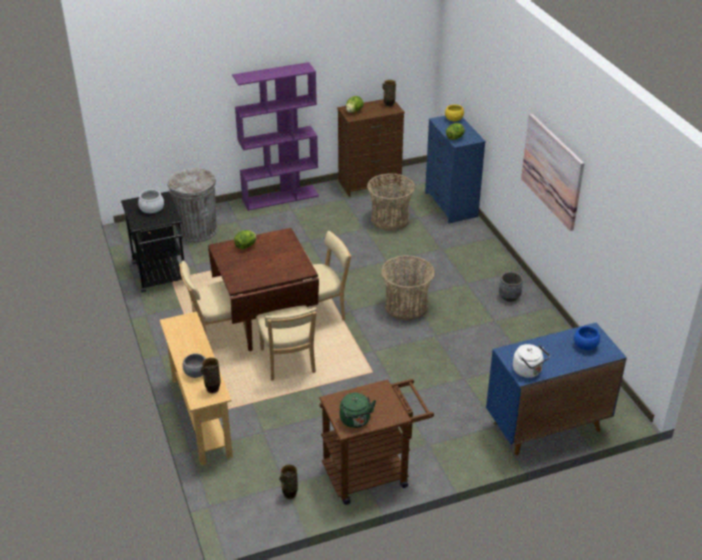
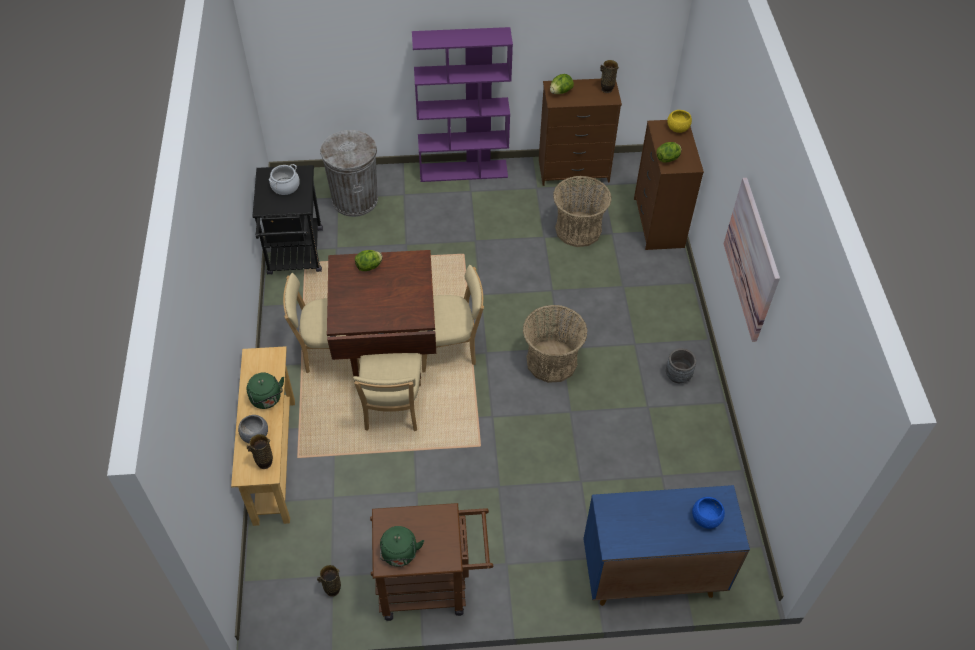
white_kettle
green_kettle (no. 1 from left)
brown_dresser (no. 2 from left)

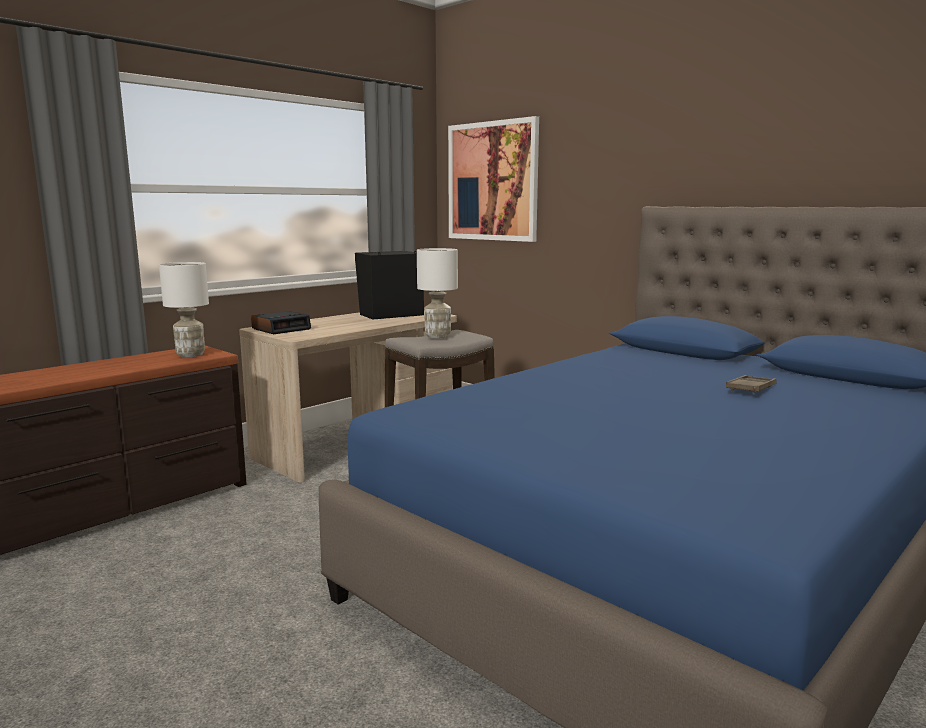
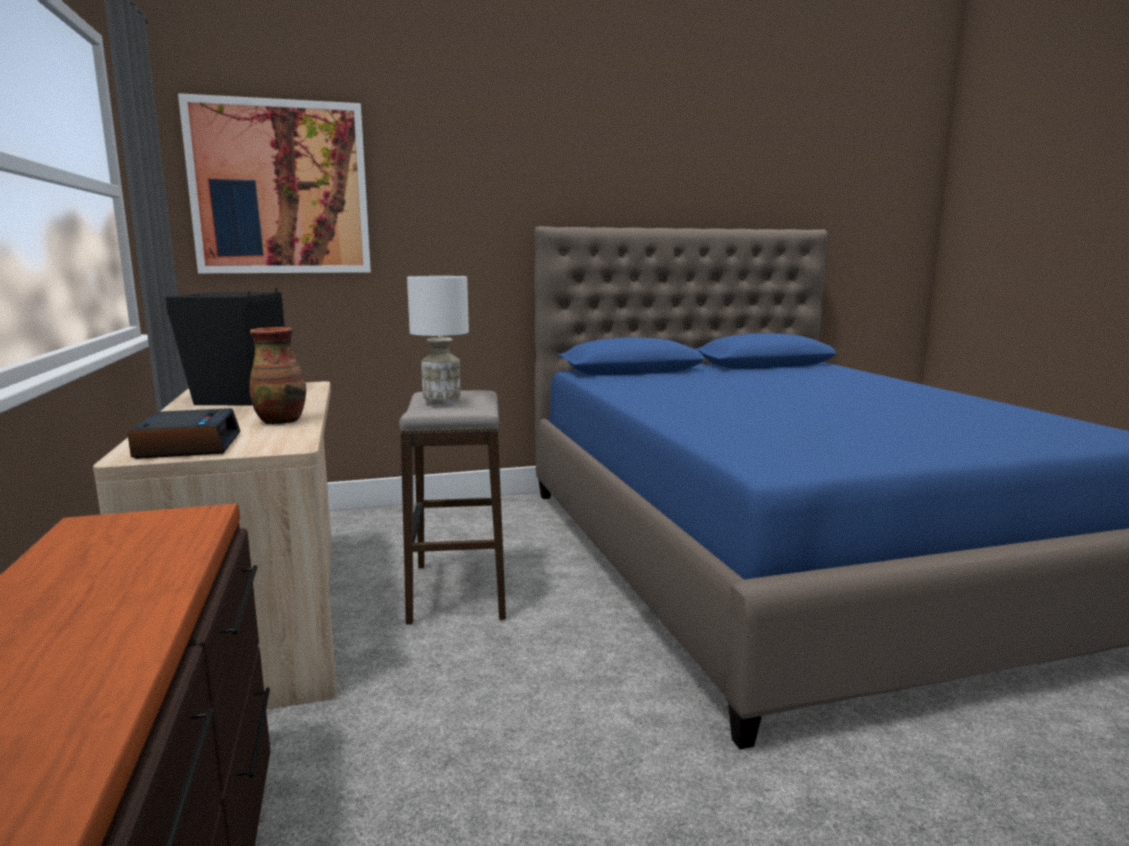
white_table_lamp (no. 1 from left in the first image)
brown_tray
vase

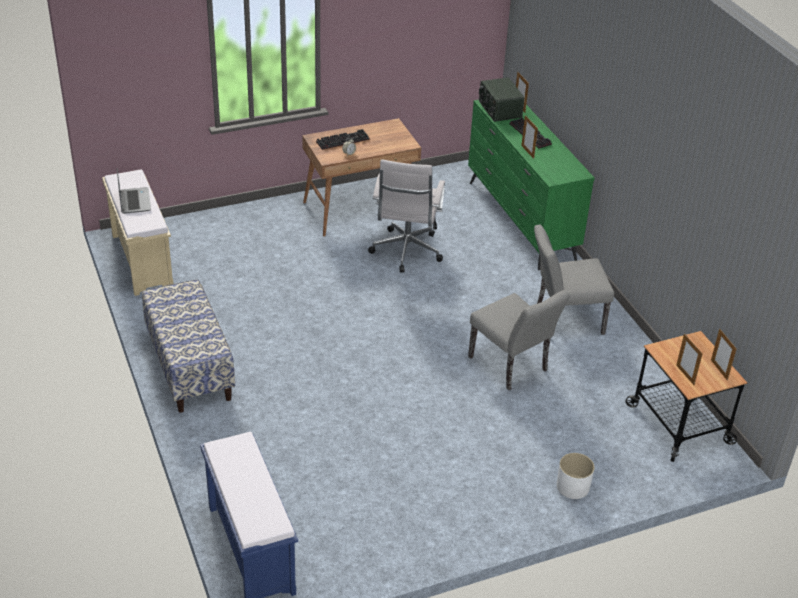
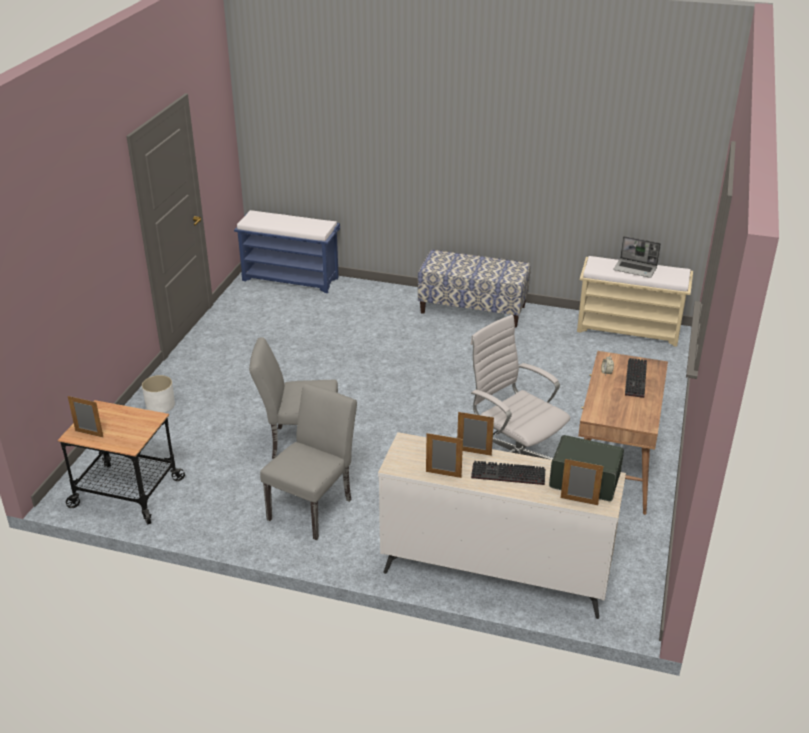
picture_frame (no. 2 from left)
beige_dresser

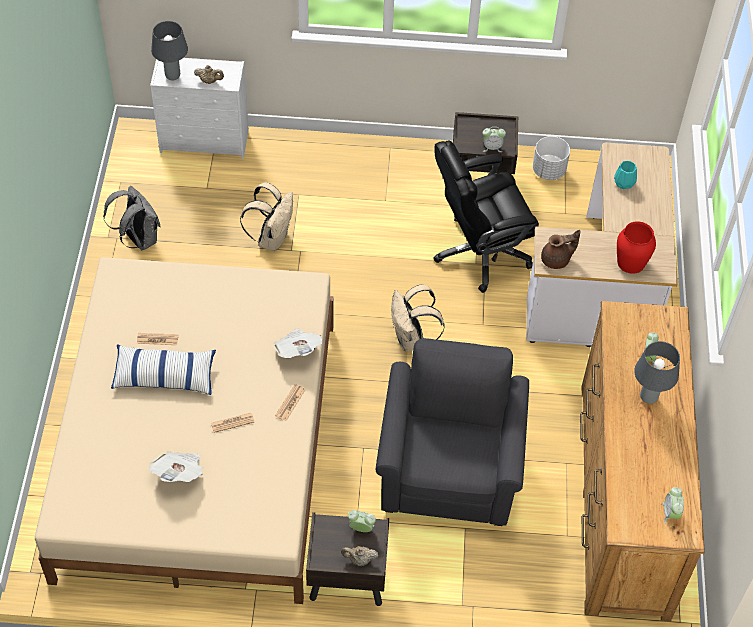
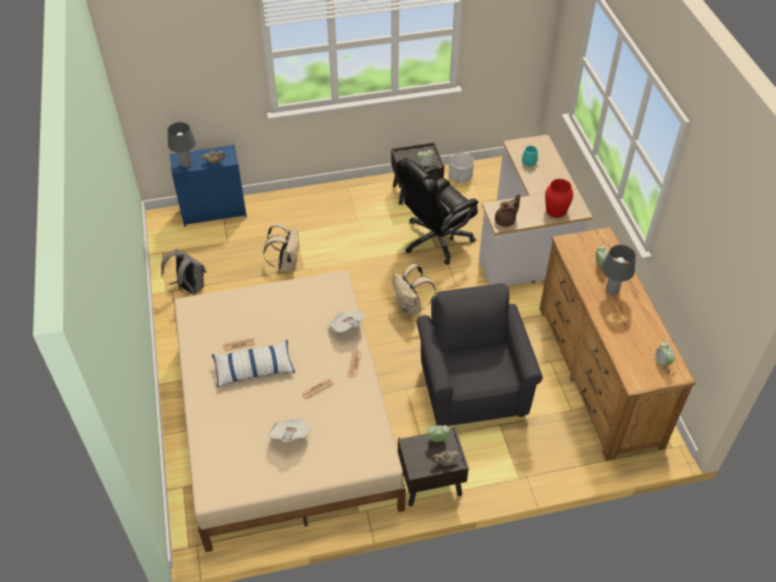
blue_dresser

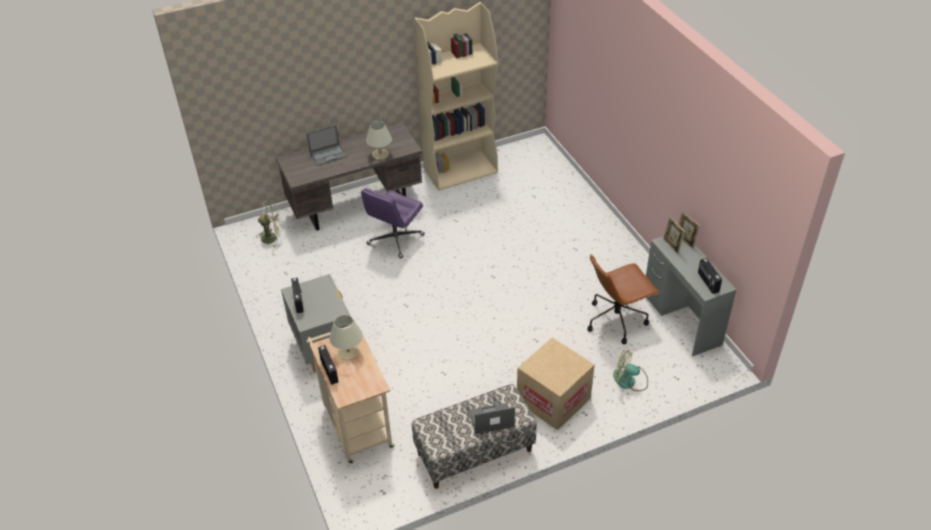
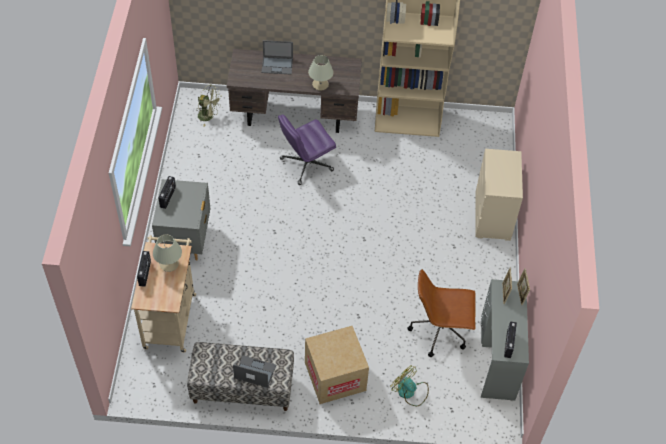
beige_dresser

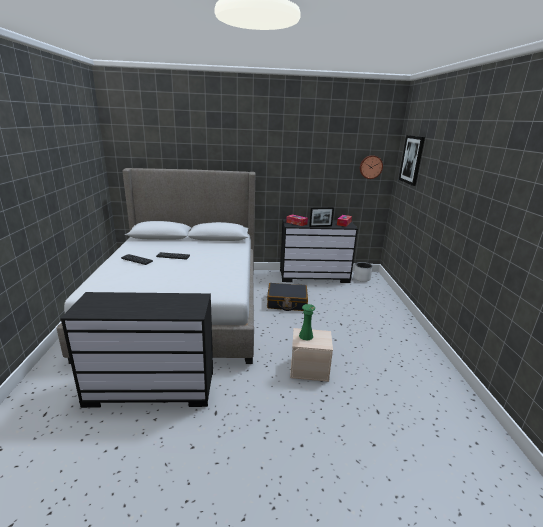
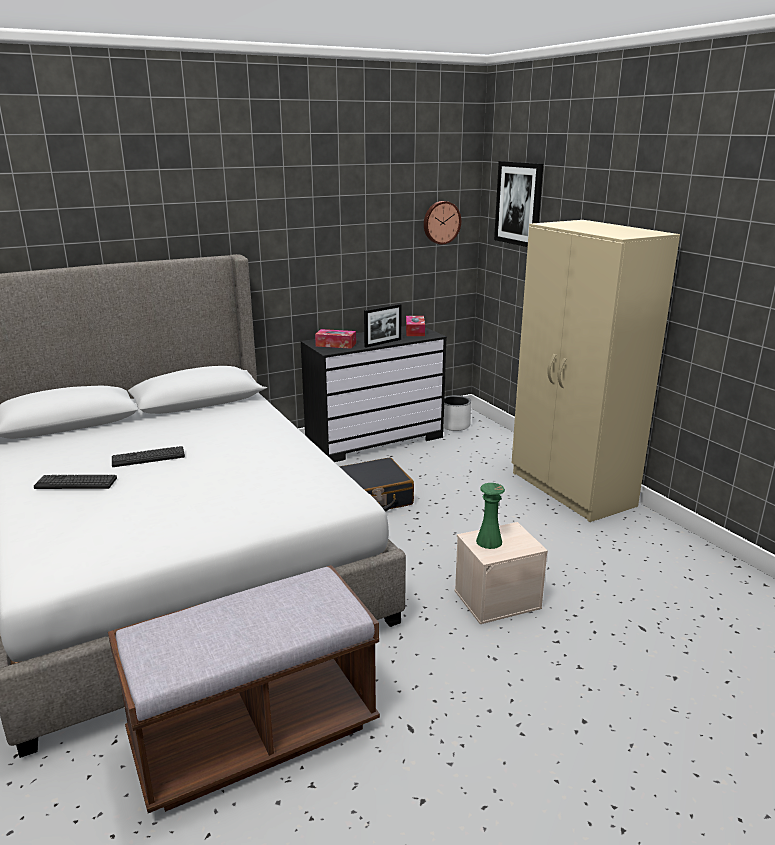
beige_wardrobe
brown_bench

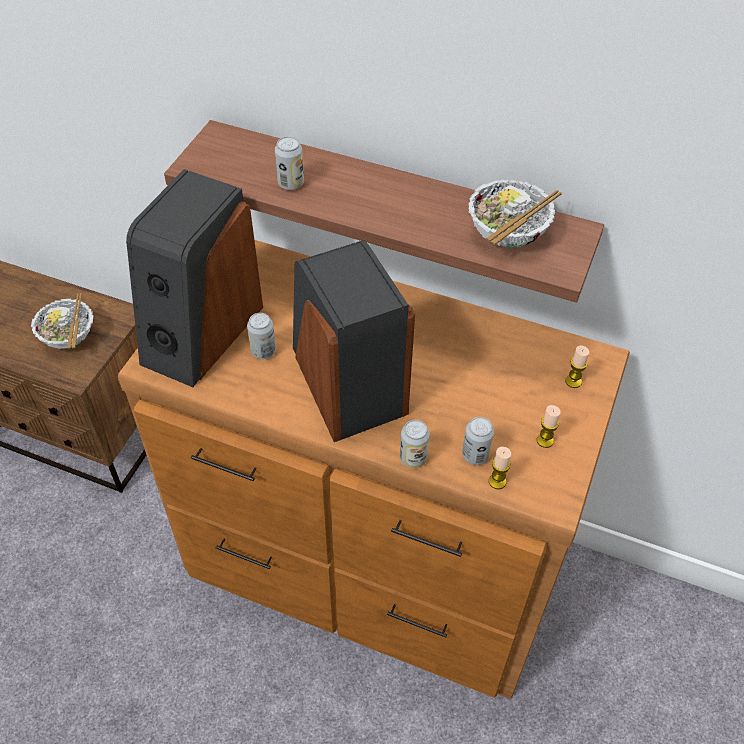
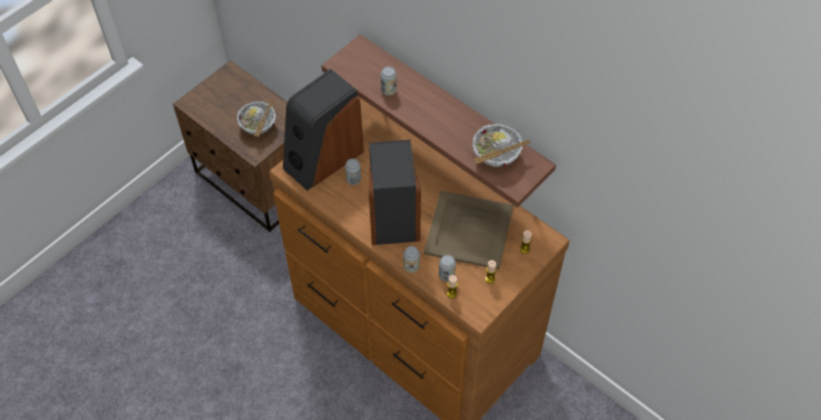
beige_tray

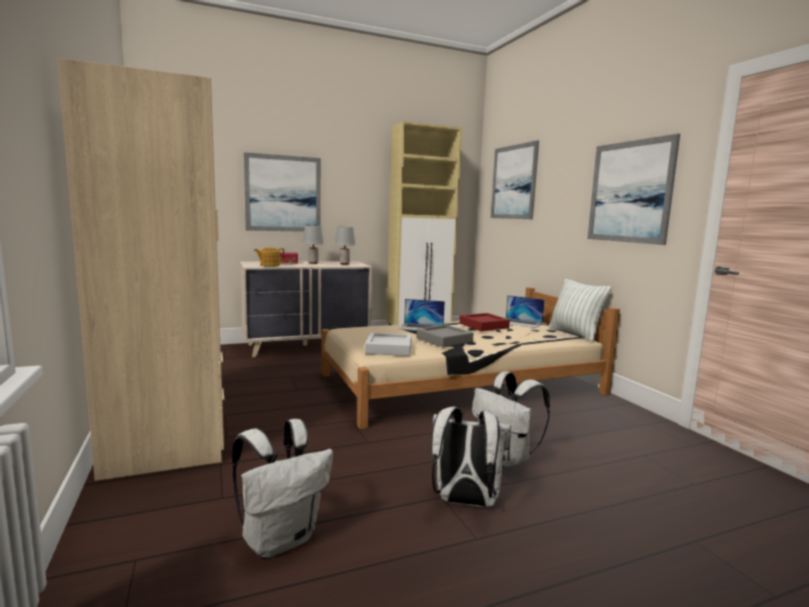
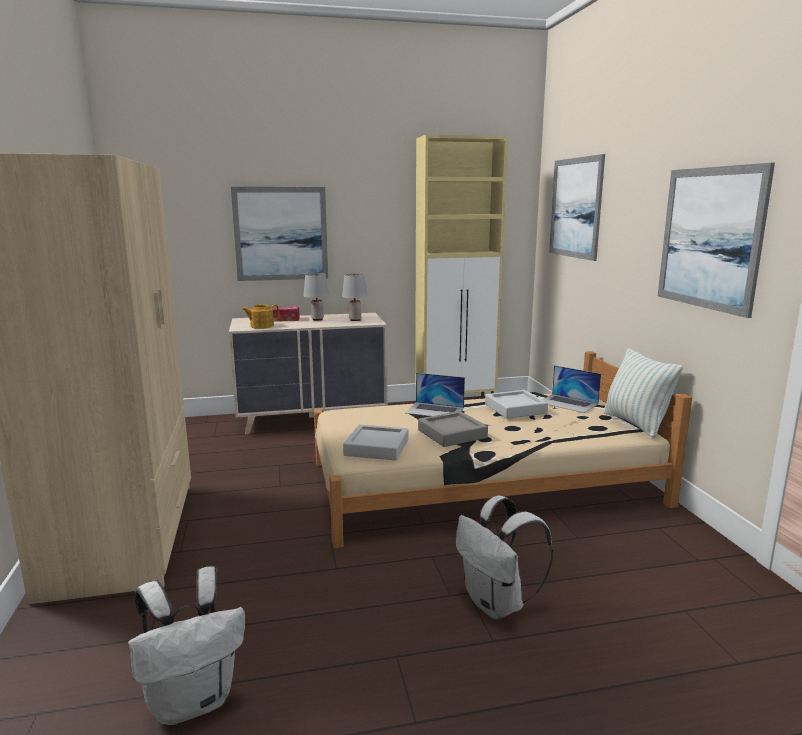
white_backpack (no. 2 from left in the first image)
grey_tray (no. 3 from left)

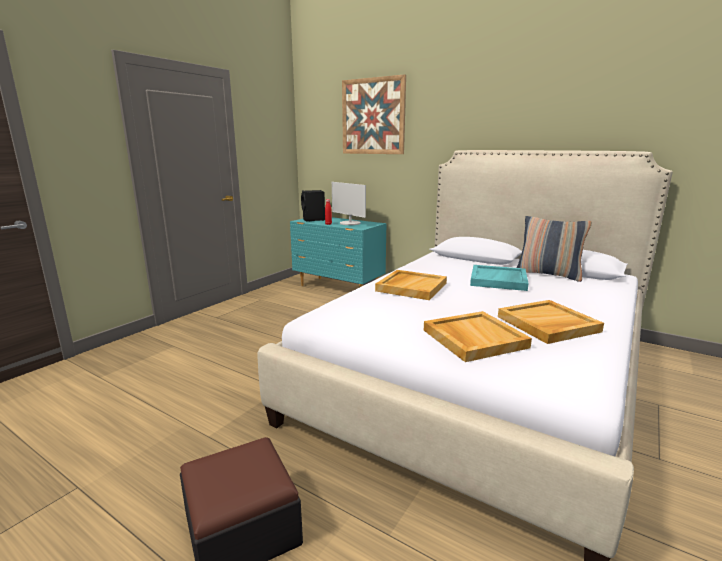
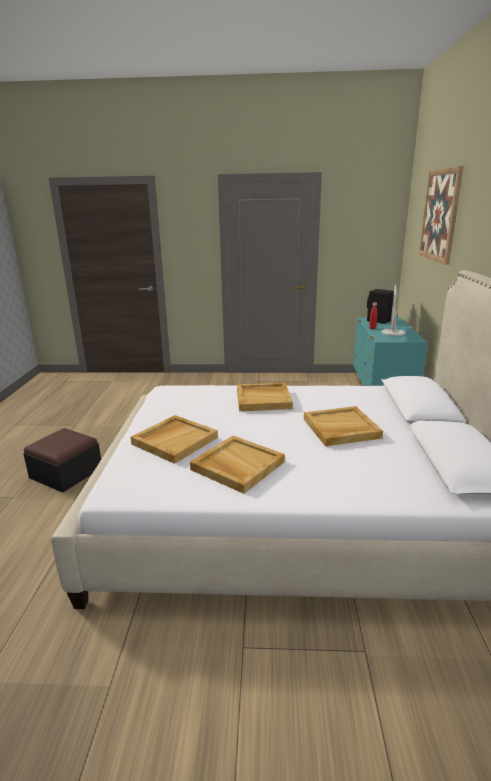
pillow
beige_tray (no. 4 from left)

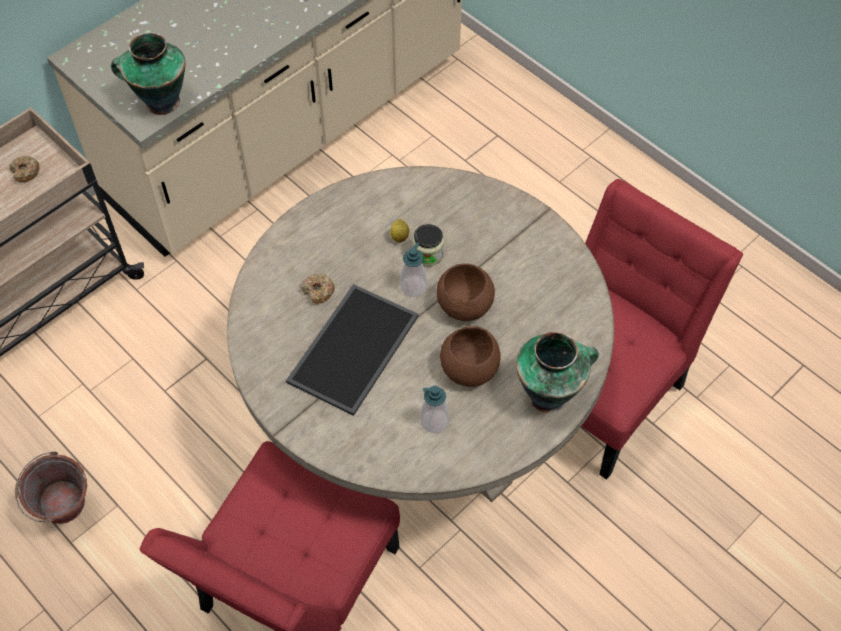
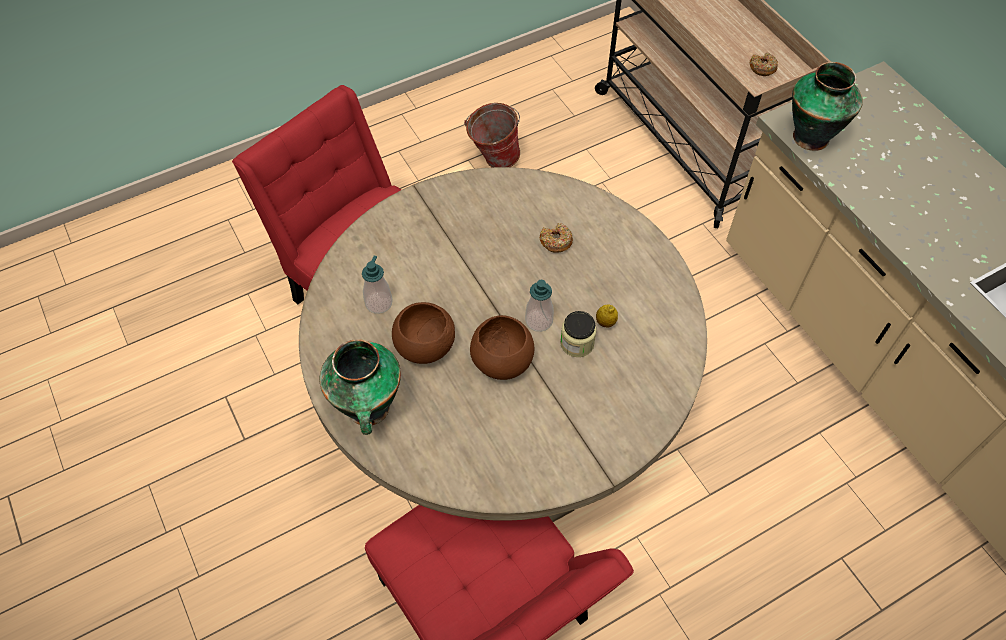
tray

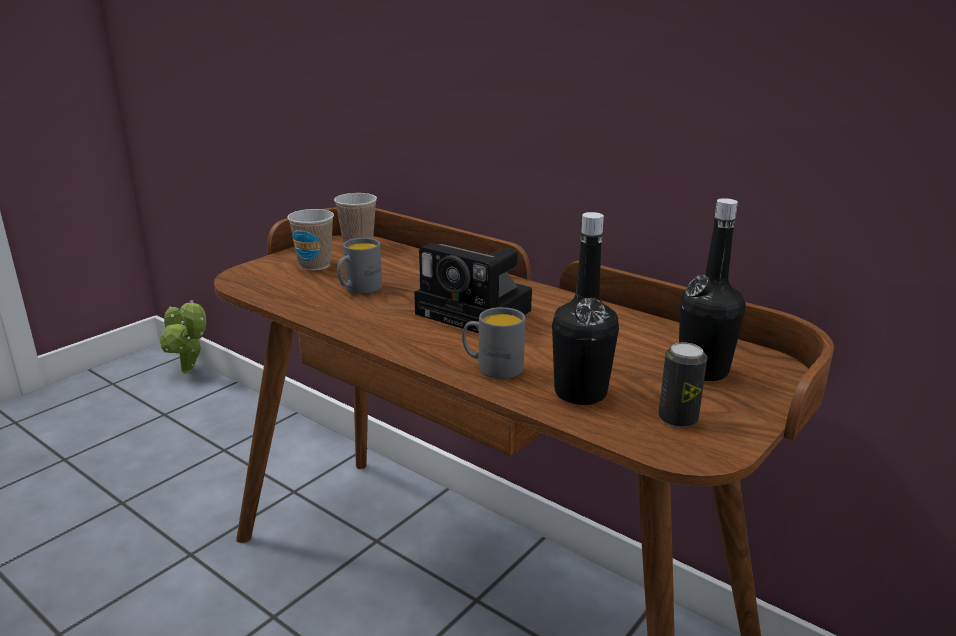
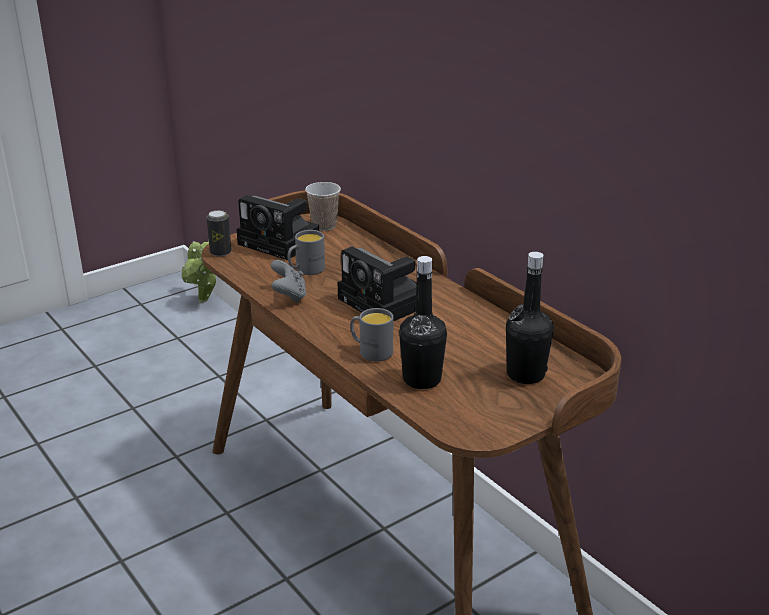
grey_game_controller
can
photo_camera (no. 1 from left)

